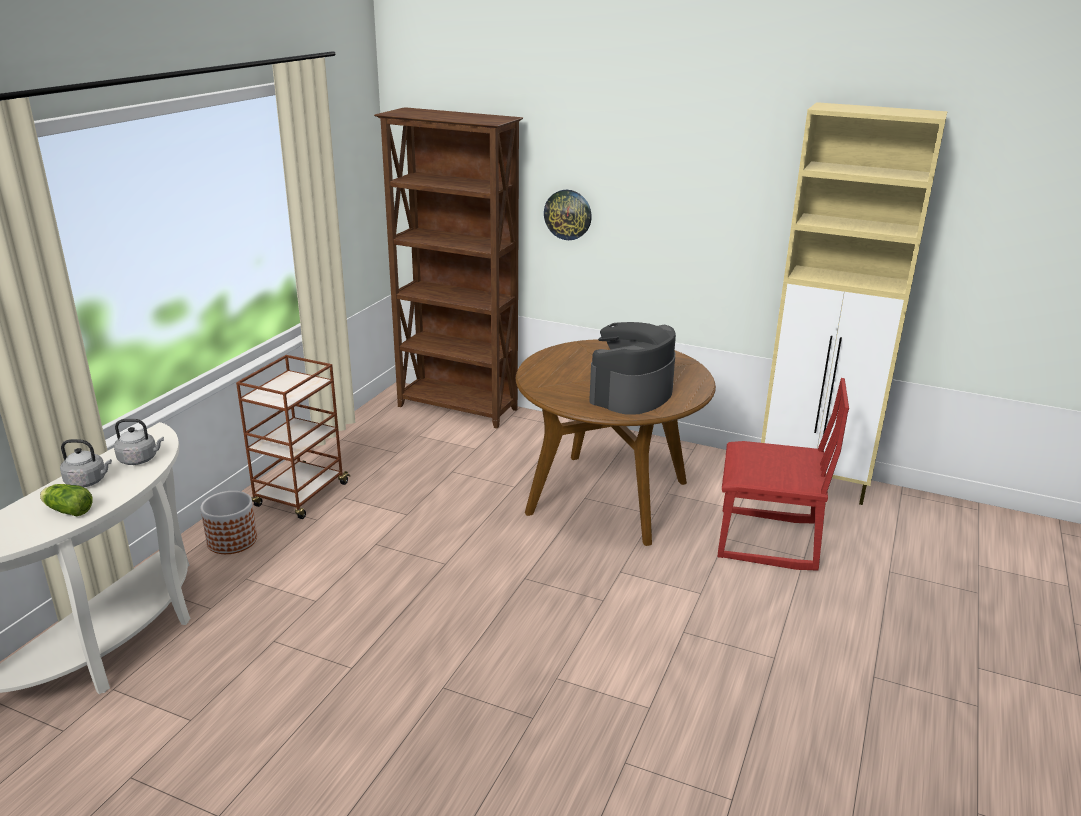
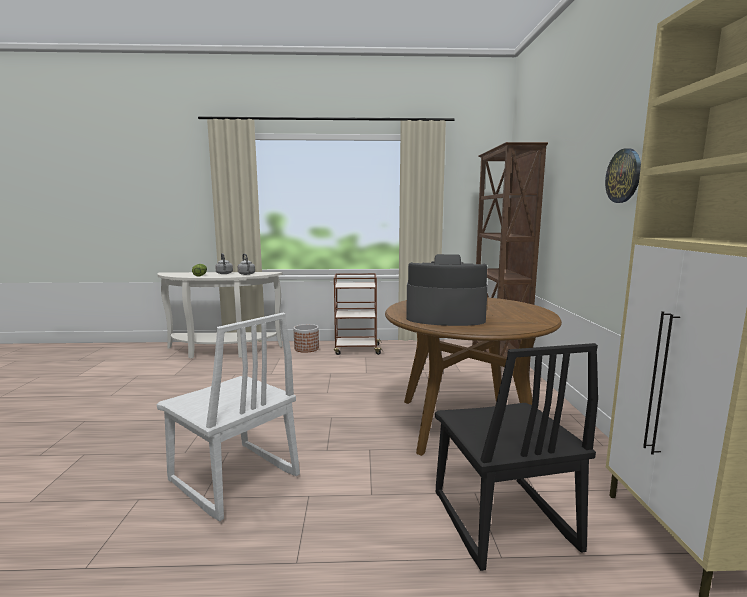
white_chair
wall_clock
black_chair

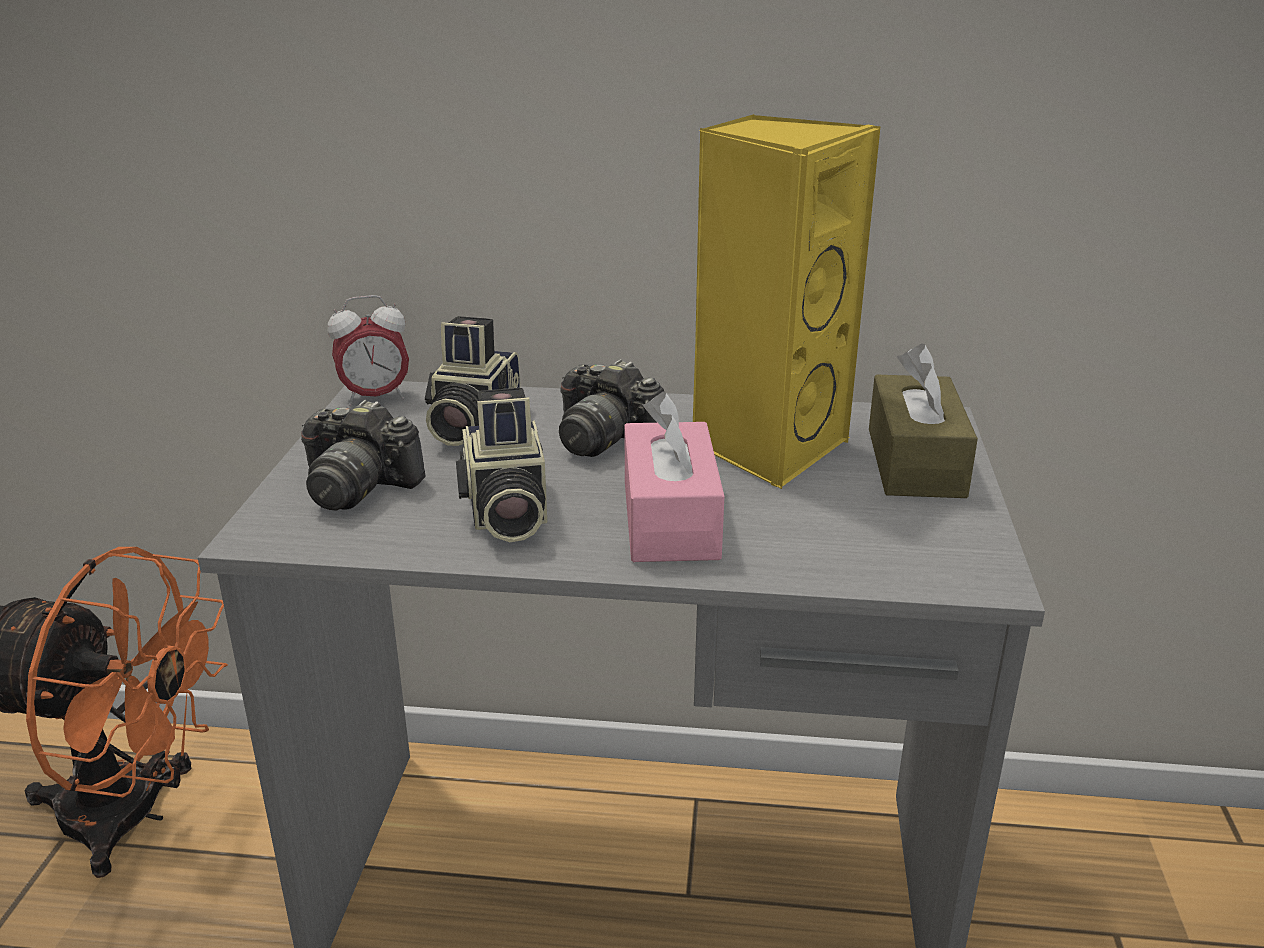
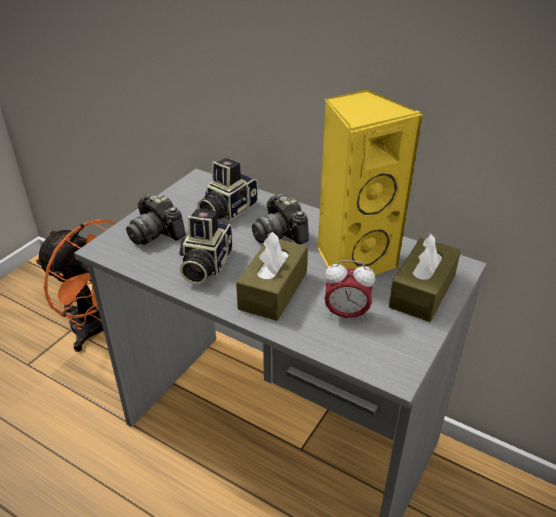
alarm_clock
brown_tissue_box (no. 1 from left)

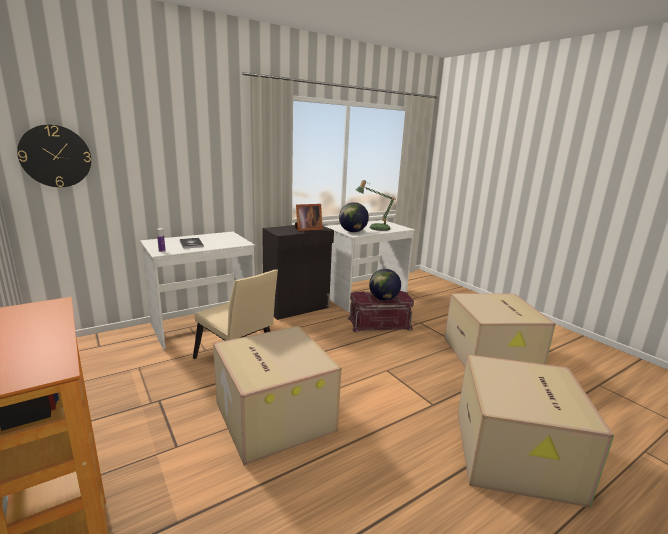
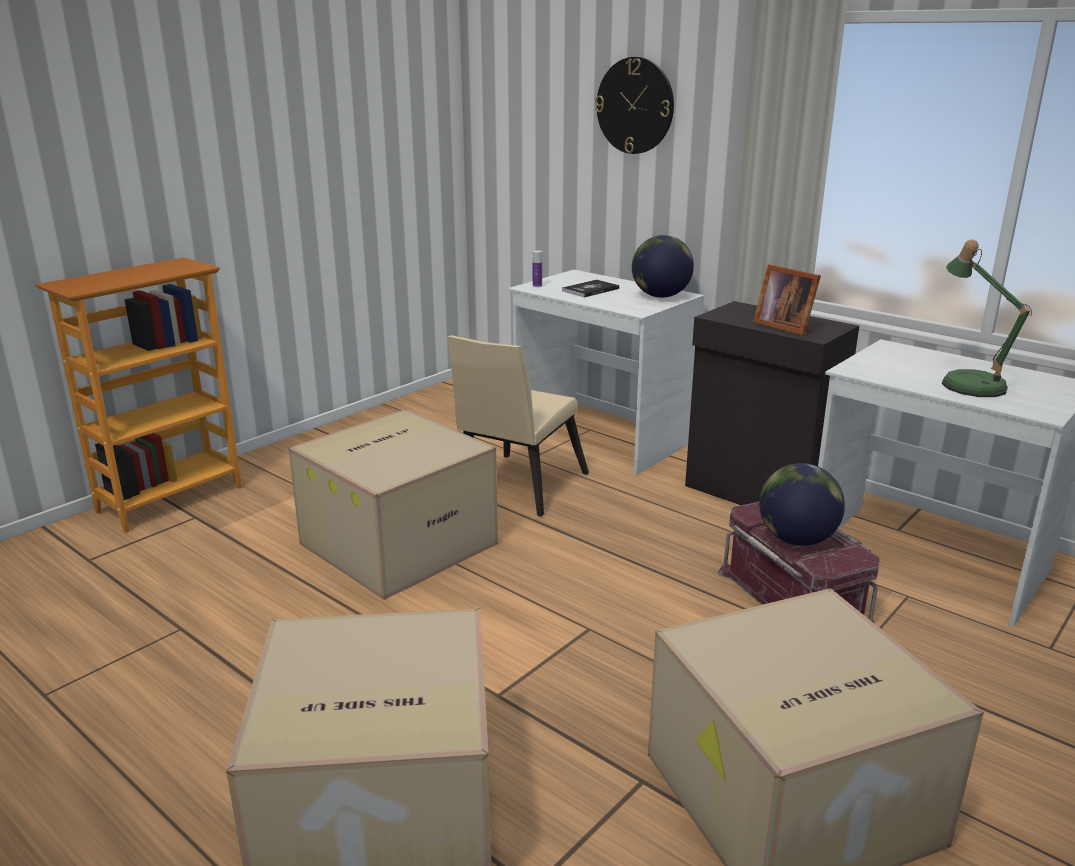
wall_clock
globe (no. 1 from left)

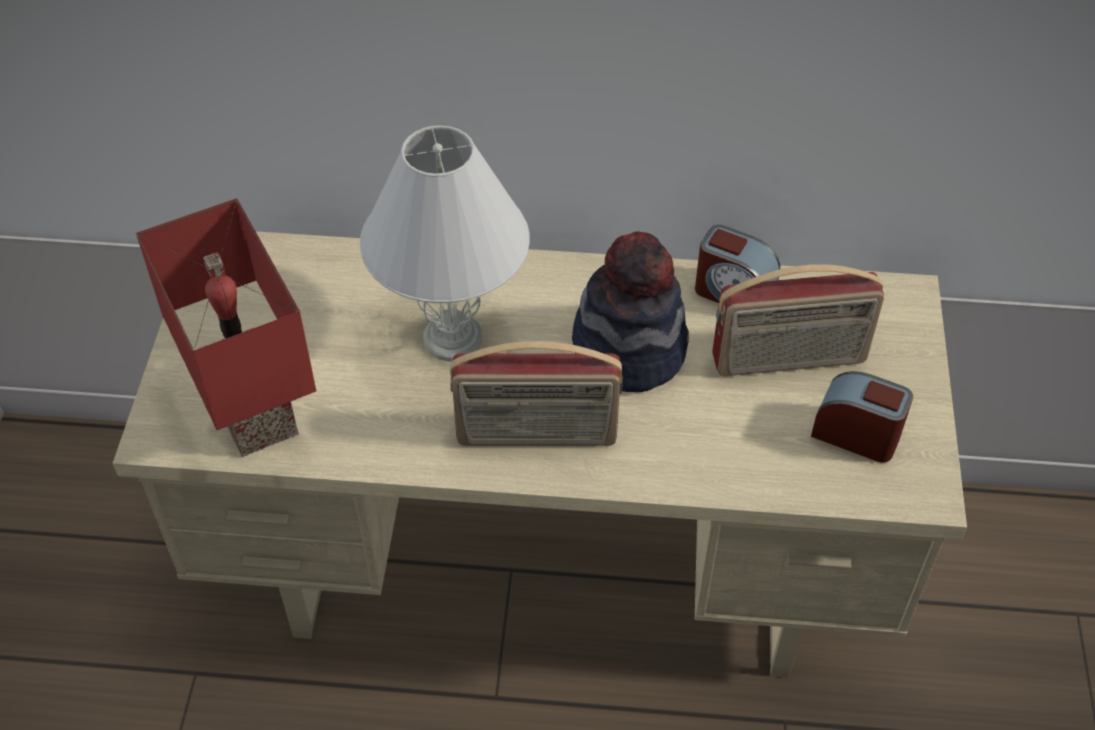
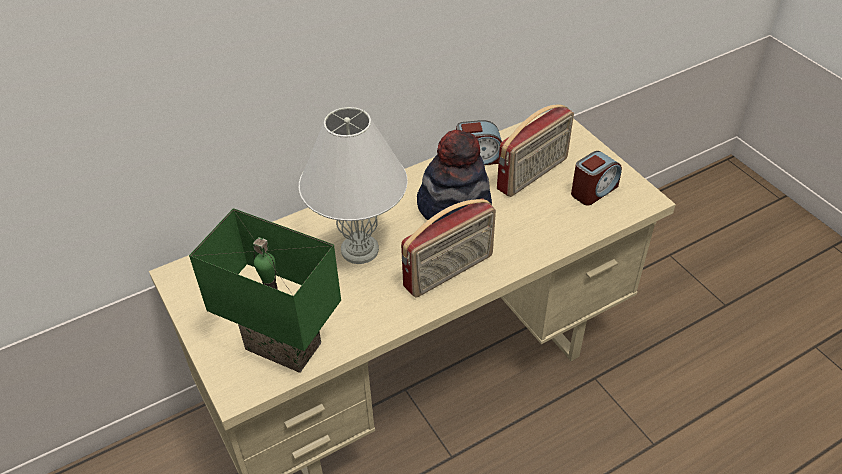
green_table_lamp
alarm_clock (no. 2 from left)

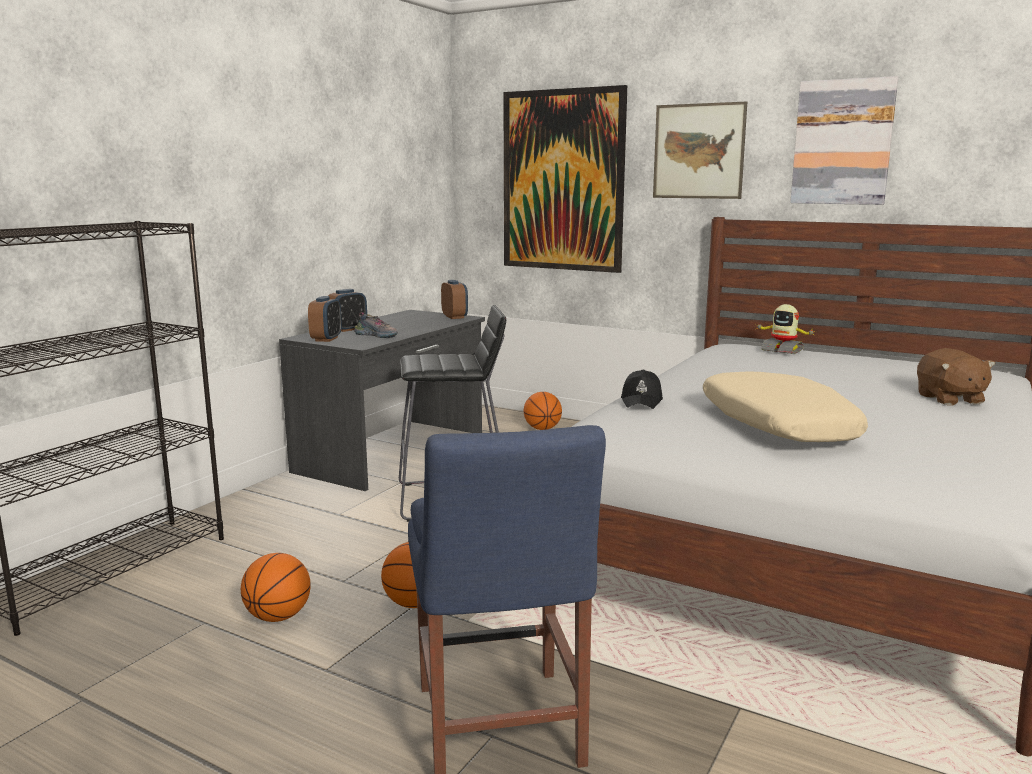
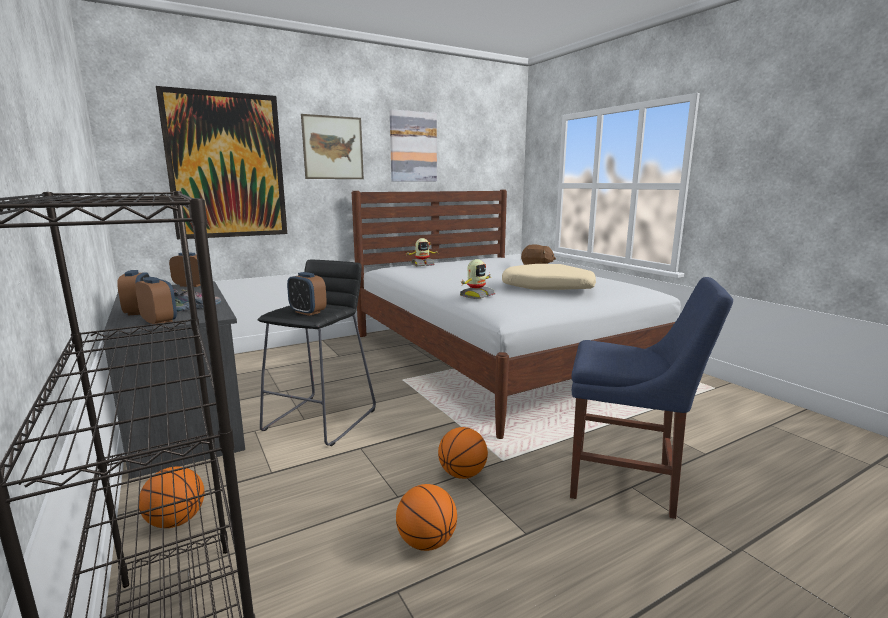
alarm_clock (no. 4 from left)
basketball (no. 1 from left)
toy_robot (no. 2 from left)

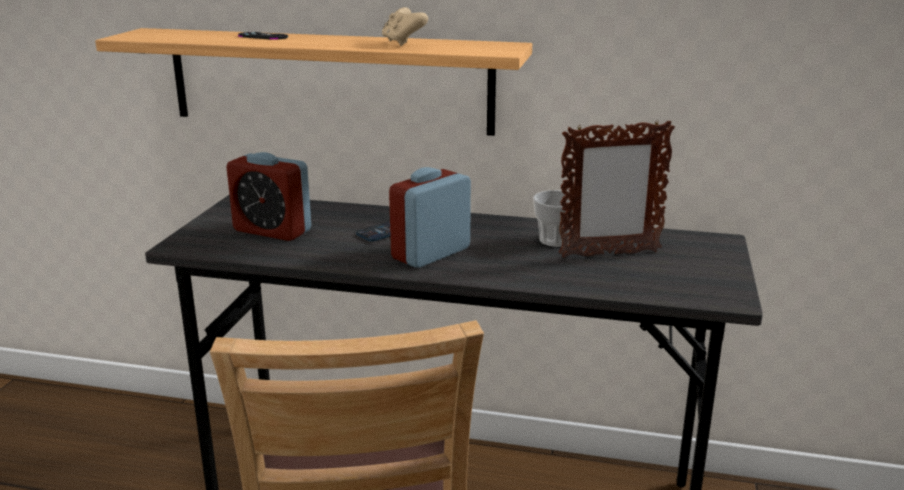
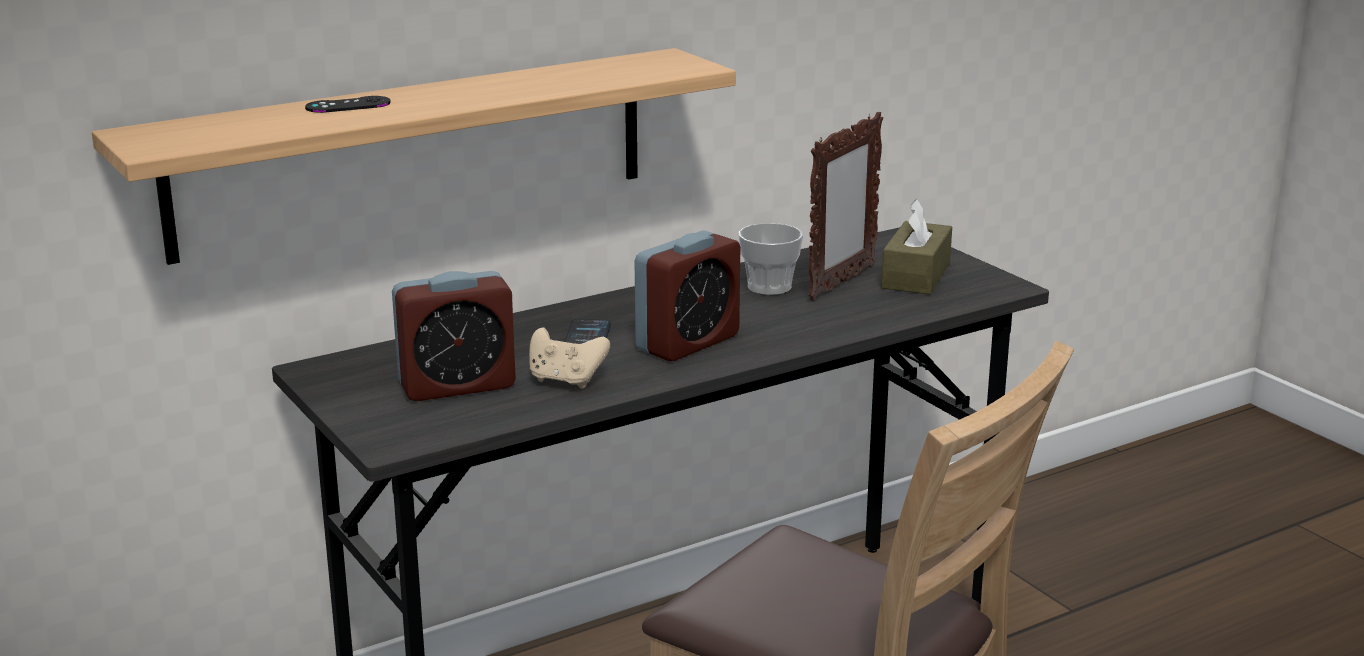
brown_tissue_box
beige_game_controller
alarm_clock (no. 2 from left)

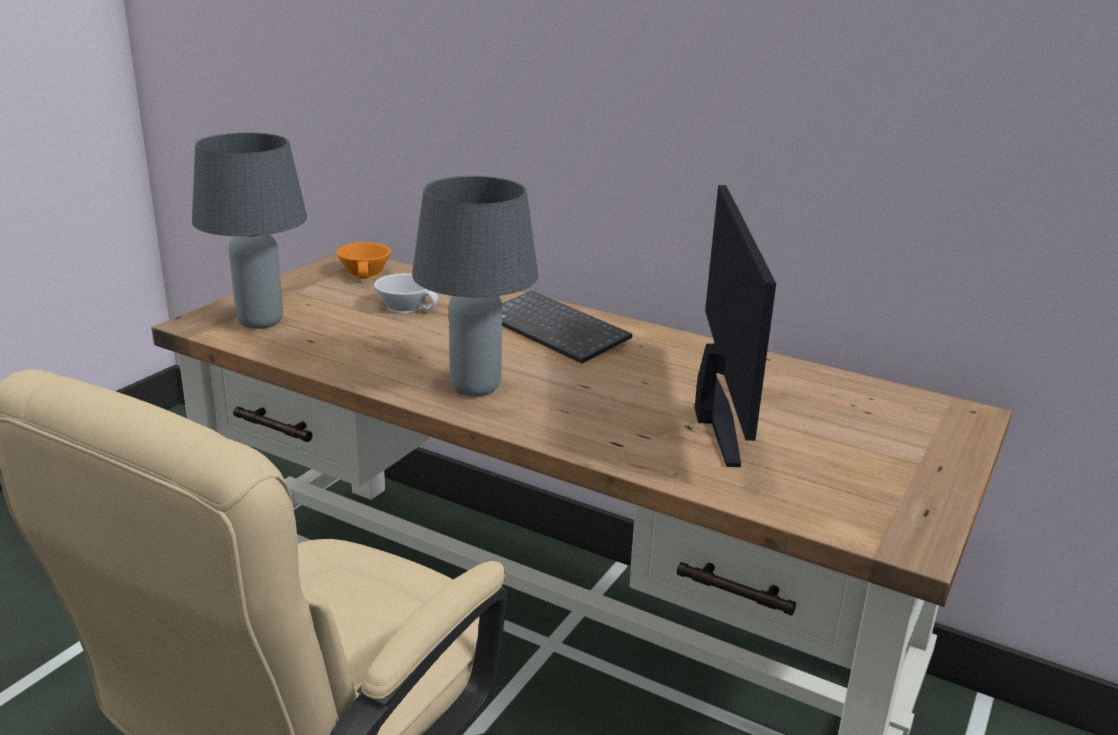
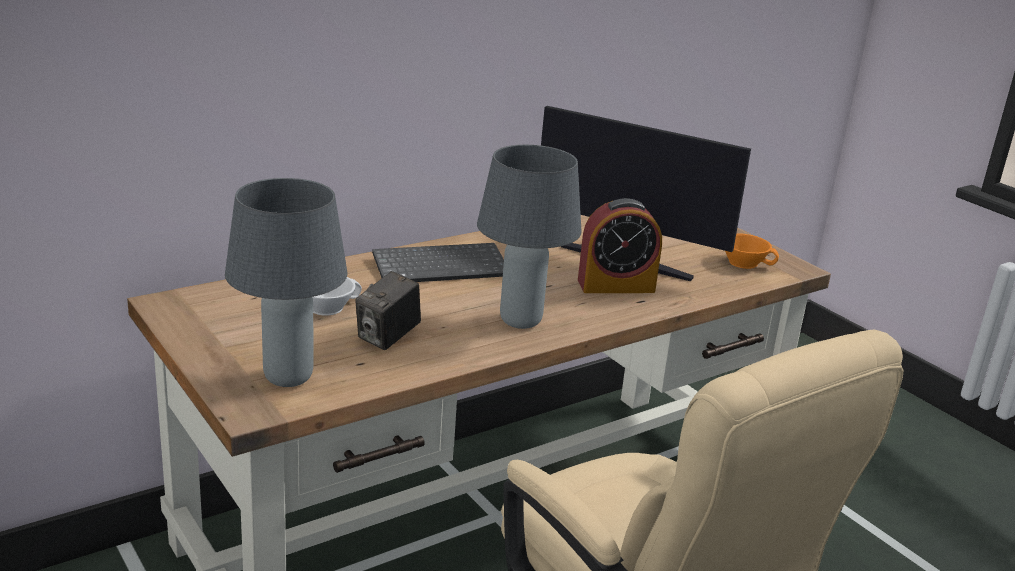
photo_camera
alarm_clock
orange_cup

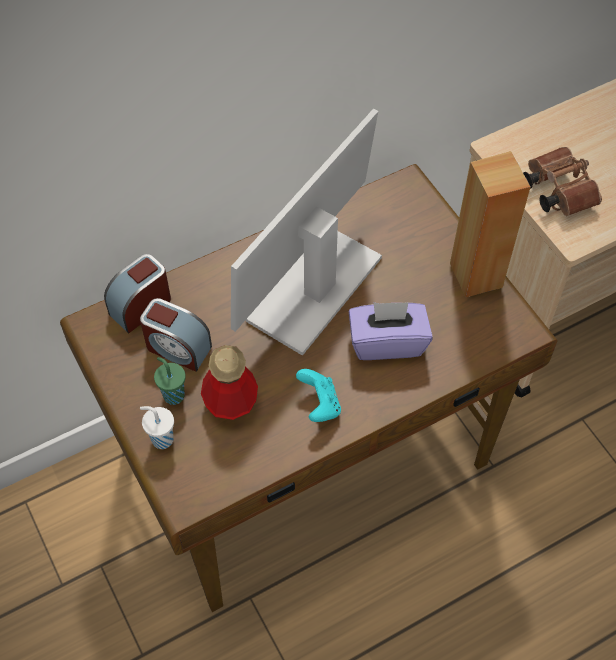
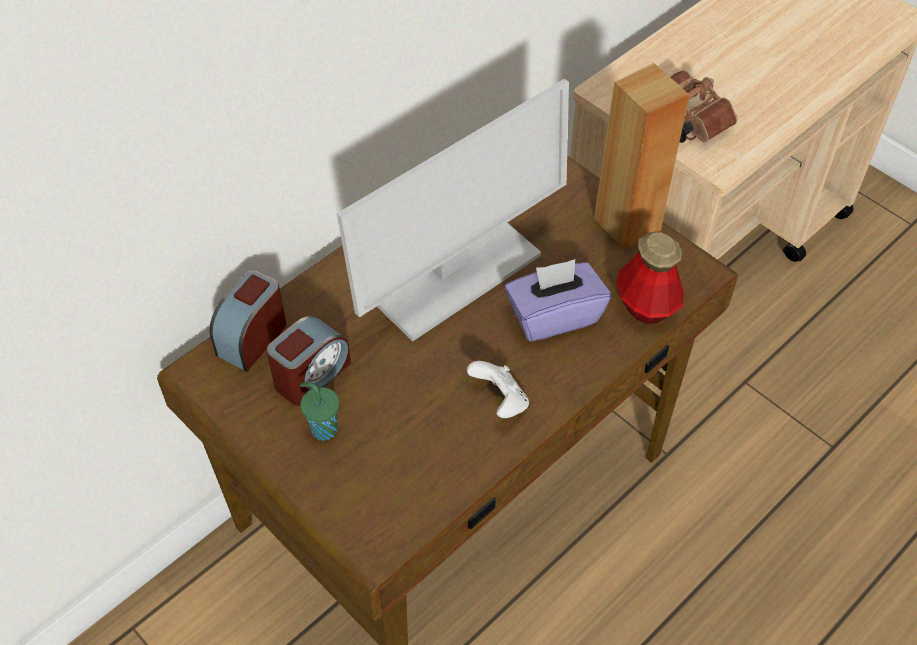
white_cup
bottle
white_game_controller
alarm_clock (no. 2 from left)
monitor

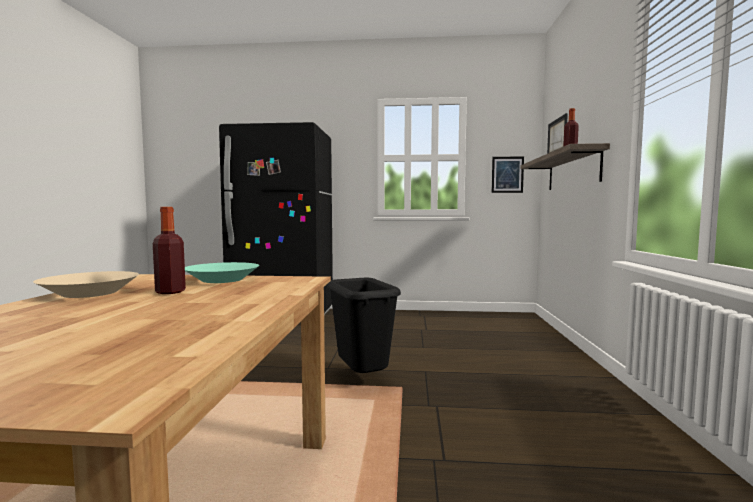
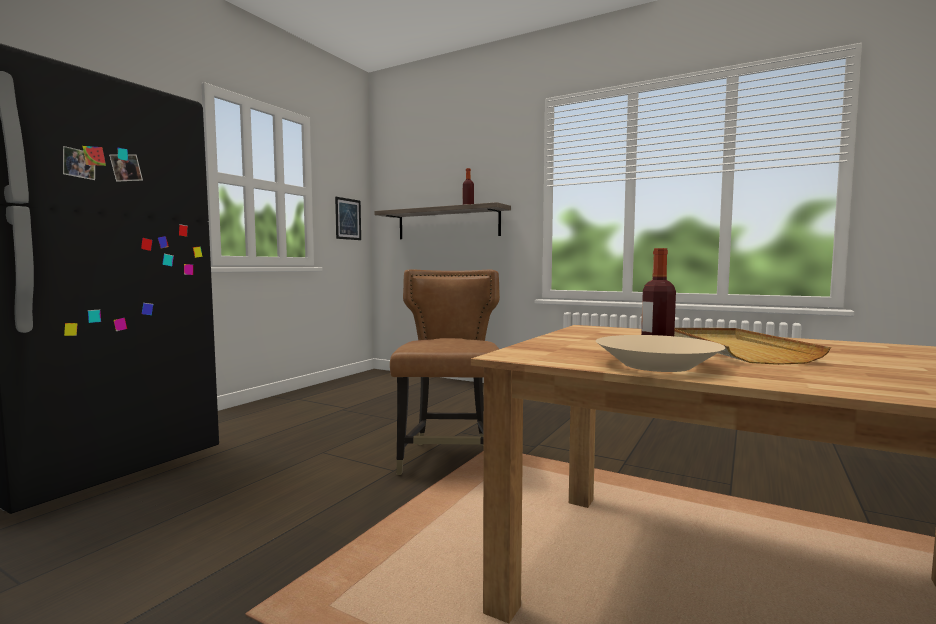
turquoise_bowl
picture (no. 2 from left in the first image)
beige_tray
brown_chair

